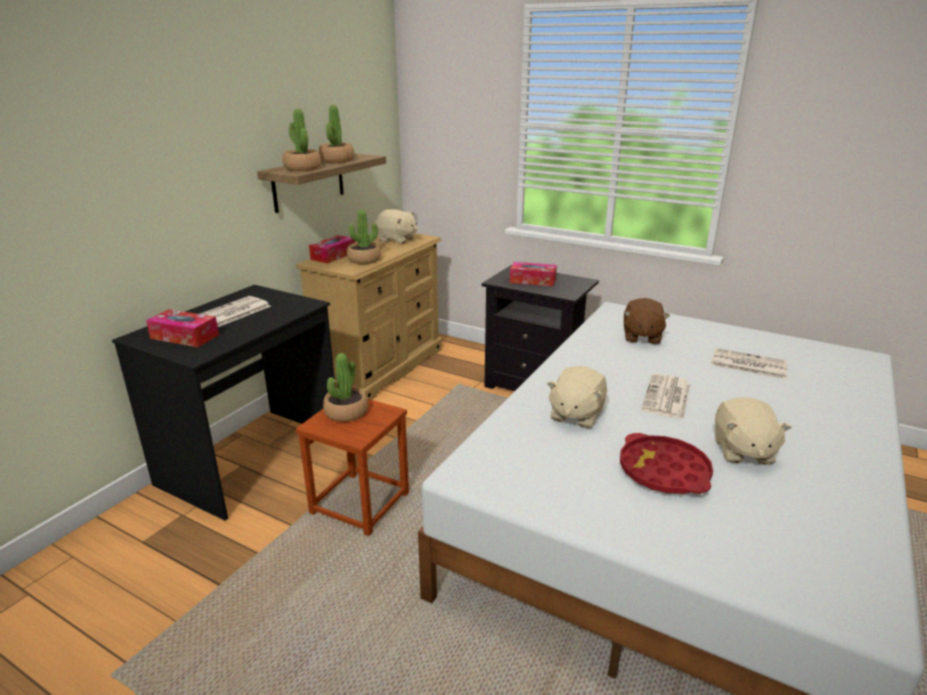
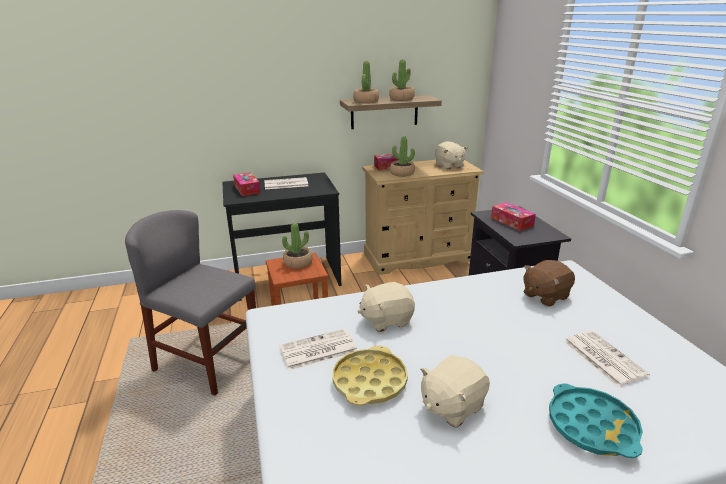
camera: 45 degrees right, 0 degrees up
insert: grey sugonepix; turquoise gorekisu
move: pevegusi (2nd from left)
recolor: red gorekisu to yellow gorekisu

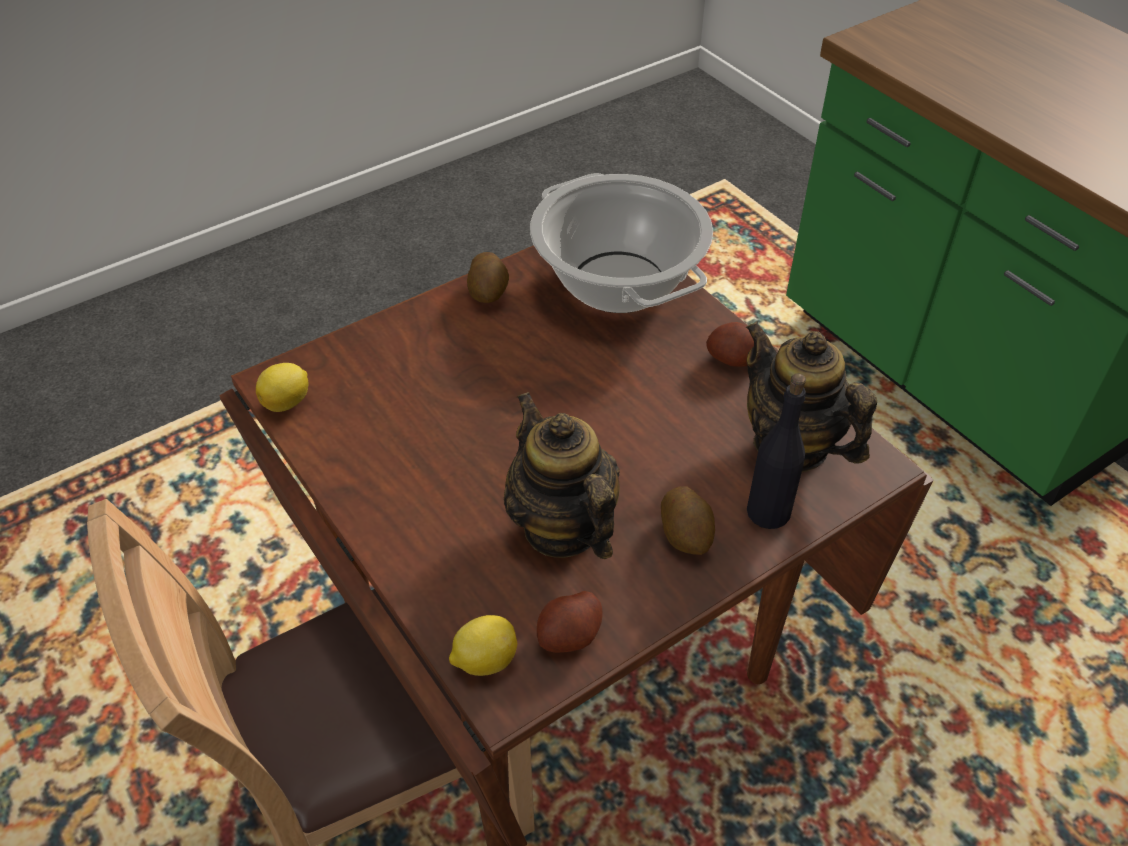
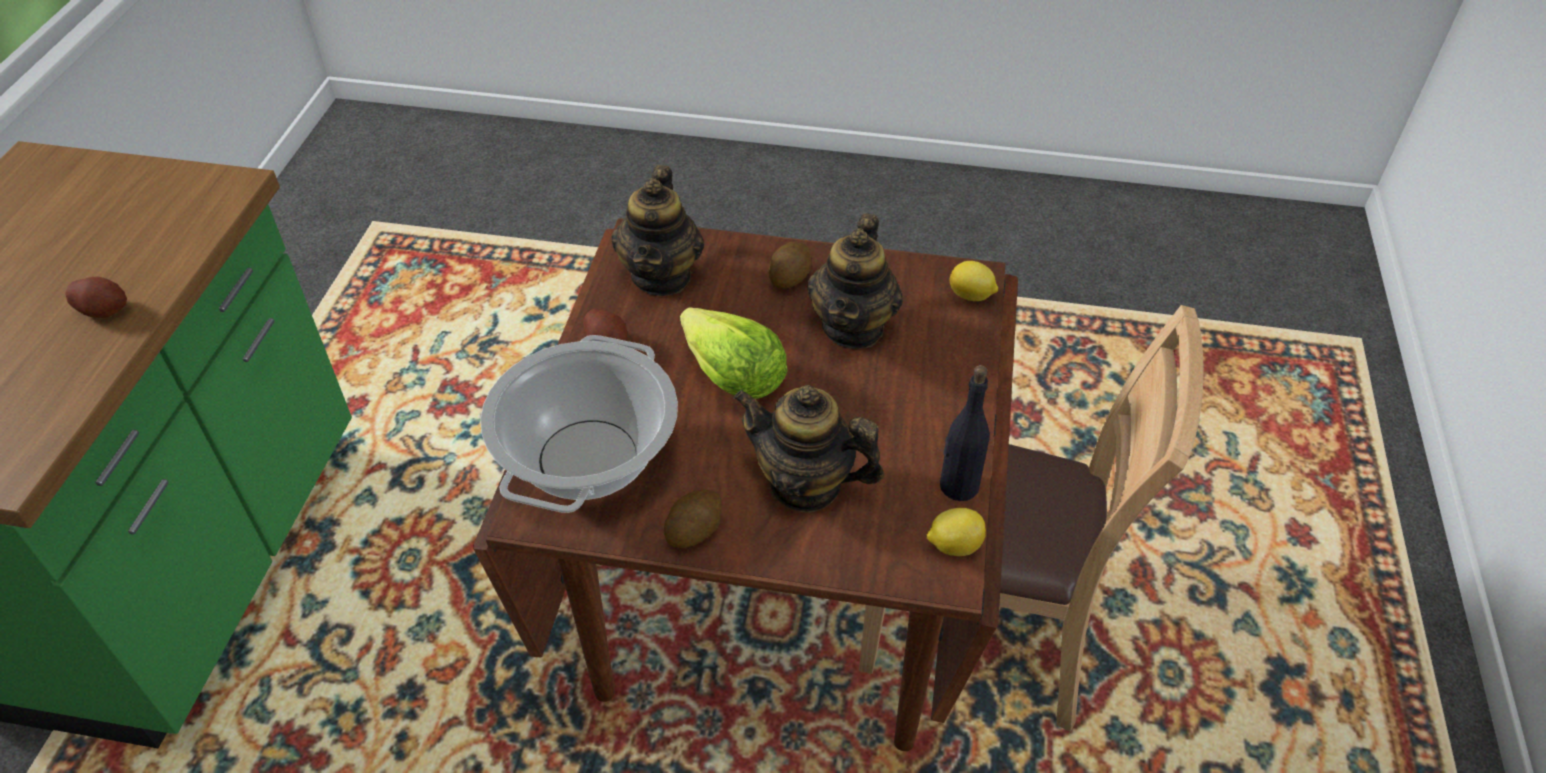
camera: 135 degrees left, 0 degrees up
insert: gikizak; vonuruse (2nd from left)
move: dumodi (2nd from left in the first image) to dumodi (1st from left); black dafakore

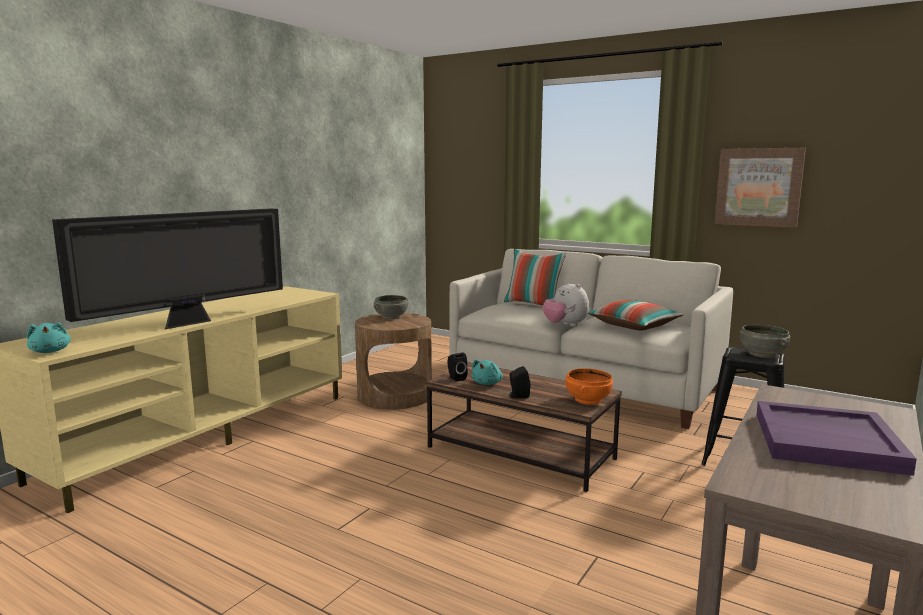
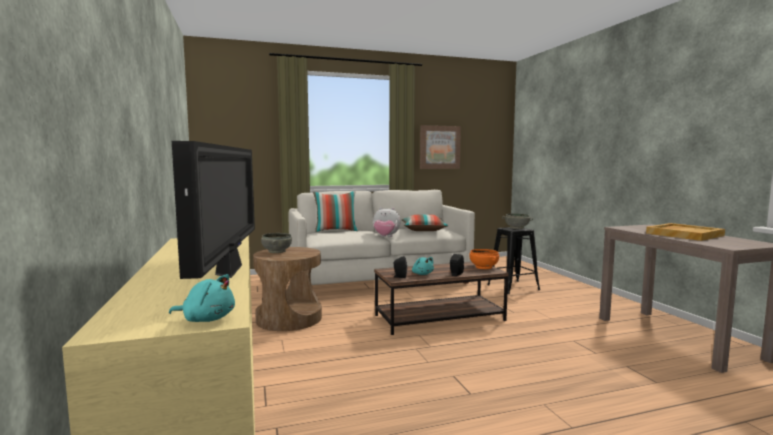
camera: 50 degrees left, 5 degrees down
recolor: purple gorekisu to beige gorekisu

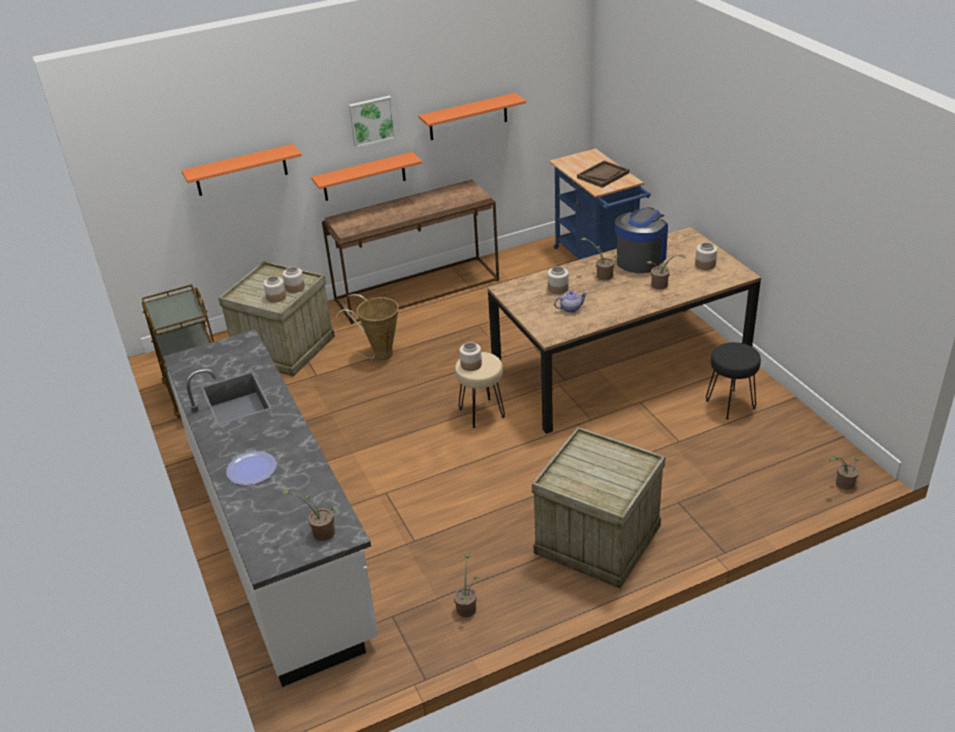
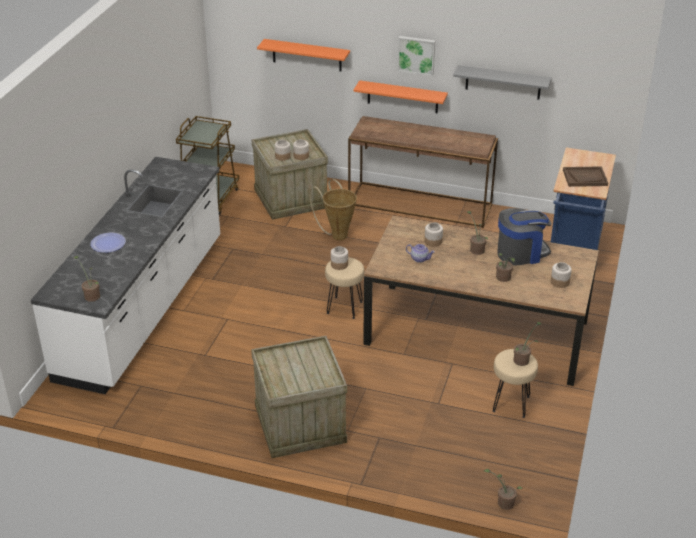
camera: 40 degrees right, 0 degrees up
move: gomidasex (2nd from left in the first image) to gomidasex (5th from left)
recolor: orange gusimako (3rd from left) to grey gusimako; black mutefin to beige mutefin (2nd from left)

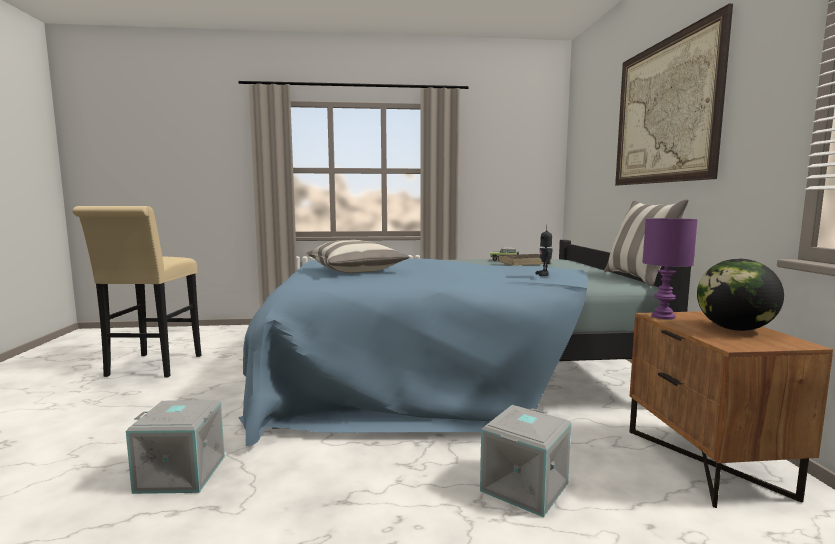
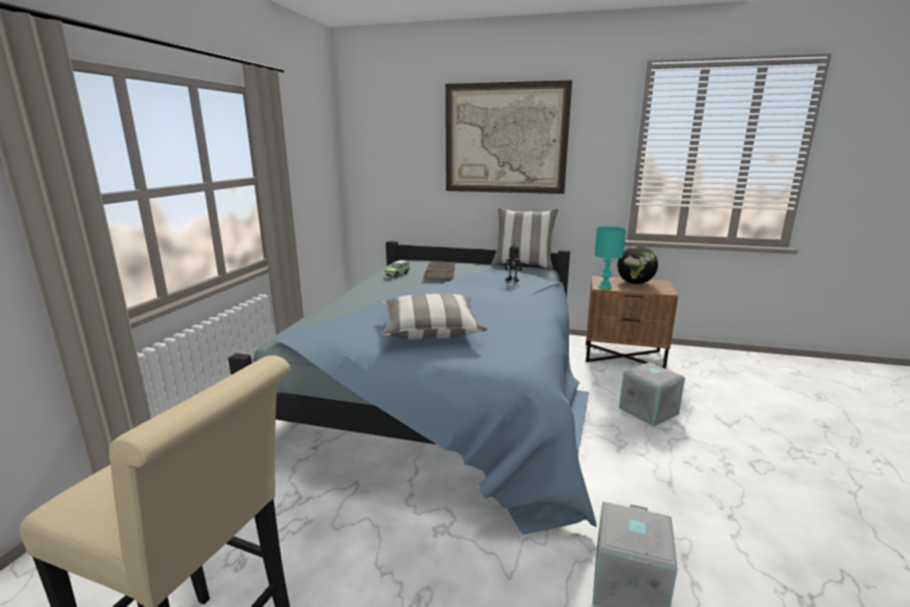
camera: 70 degrees left, 10 degrees up
recolor: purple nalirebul to turquoise nalirebul

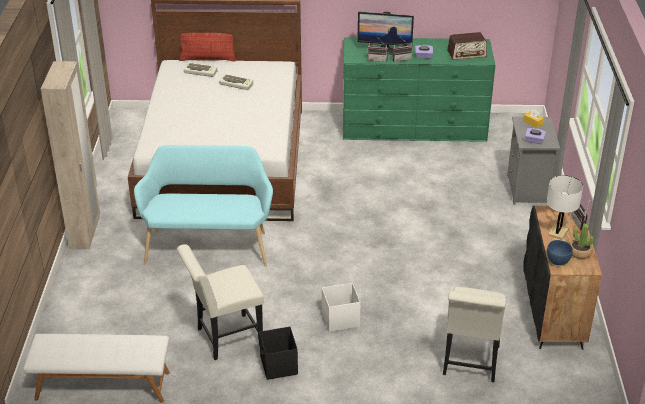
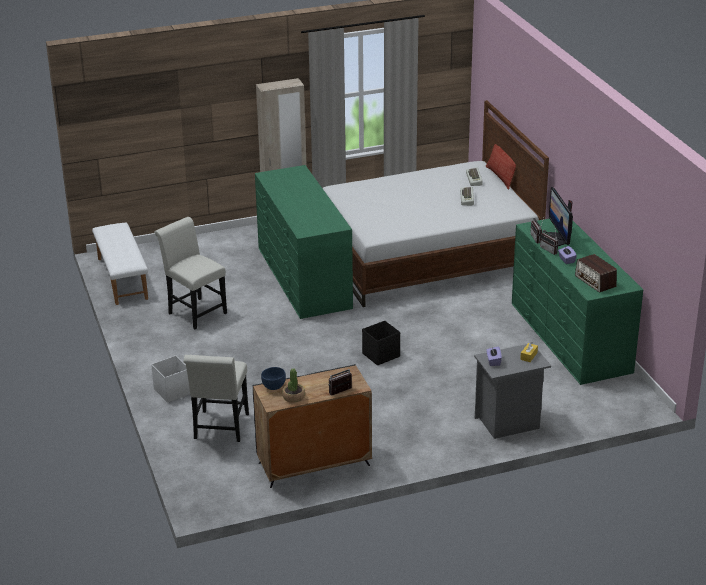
camera: 70 degrees right, 5 degrees down
delete: white nalirebul
move: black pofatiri; white pofatiri
replace: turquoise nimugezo to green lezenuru (1st from left)
rotate: white sugonepix (2nd from left) 75 degrees counterclockwise

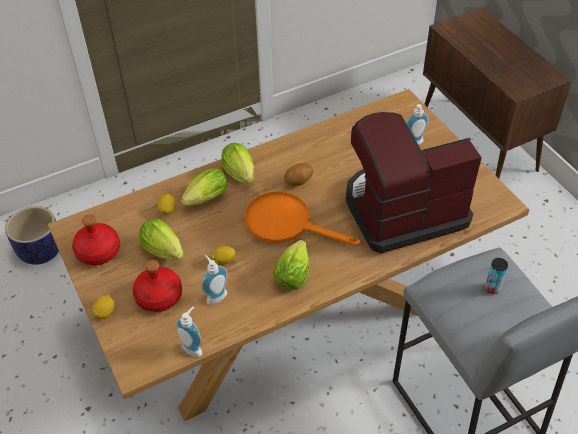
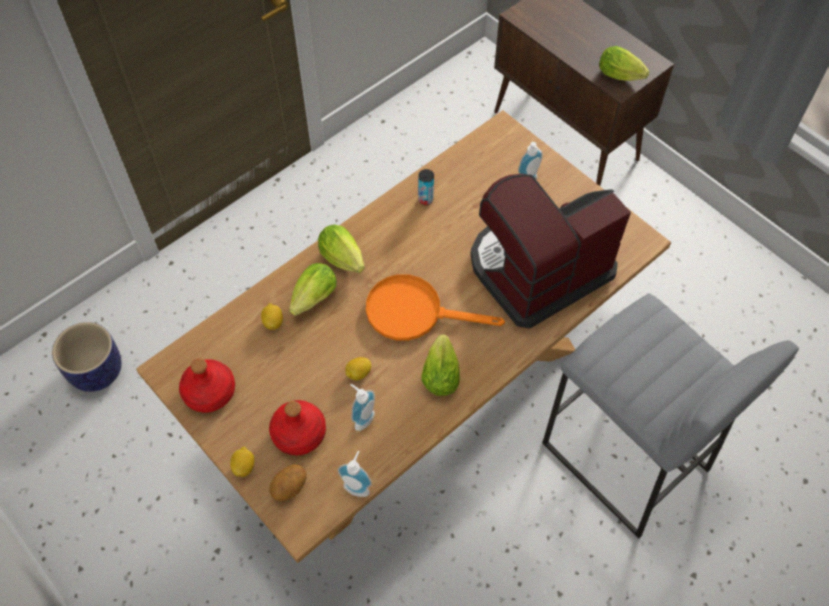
camera: 15 degrees left, 10 degrees up
move: gikizak (1st from left in the first image) to gikizak (4th from left); dumodi; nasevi

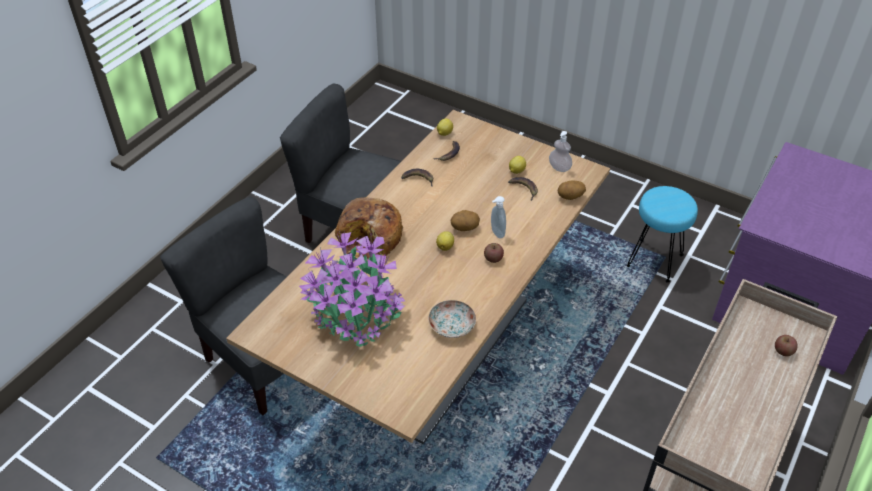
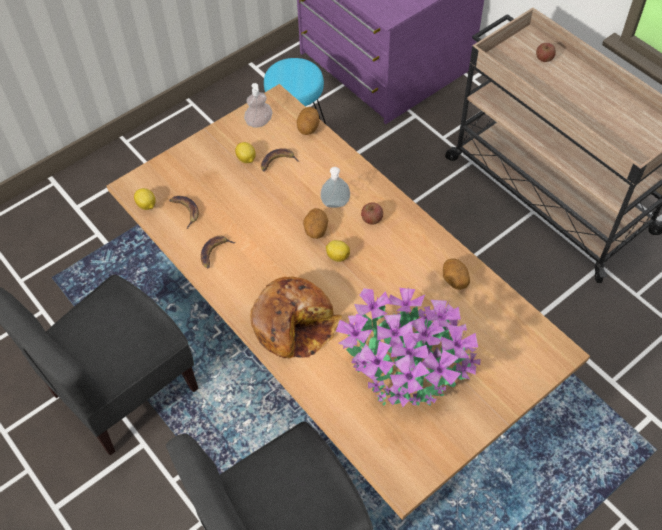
camera: 70 degrees left, 10 degrees up
replace: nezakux to dumodi (3rd from left)

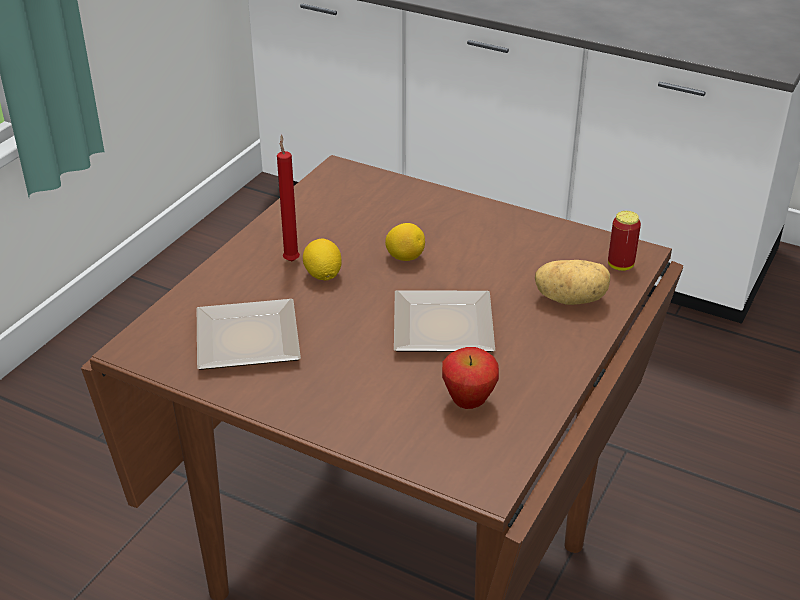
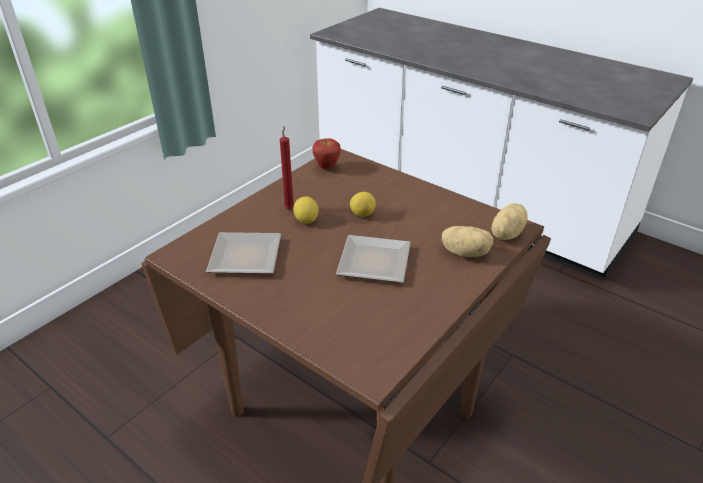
camera: 10 degrees right, 0 degrees up
move: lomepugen
replace: nasevi to dumodi (2nd from left)

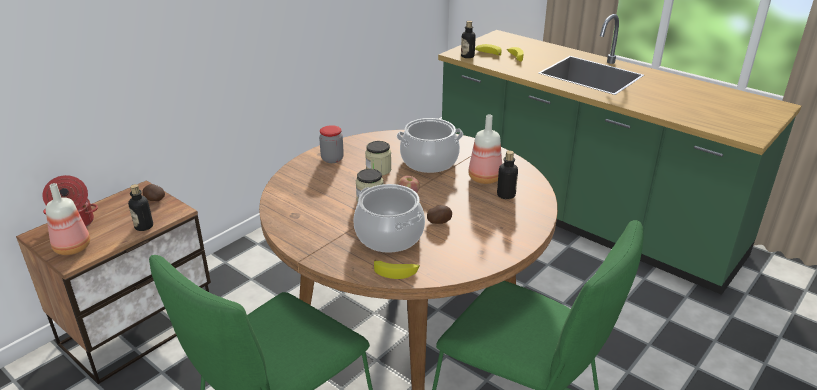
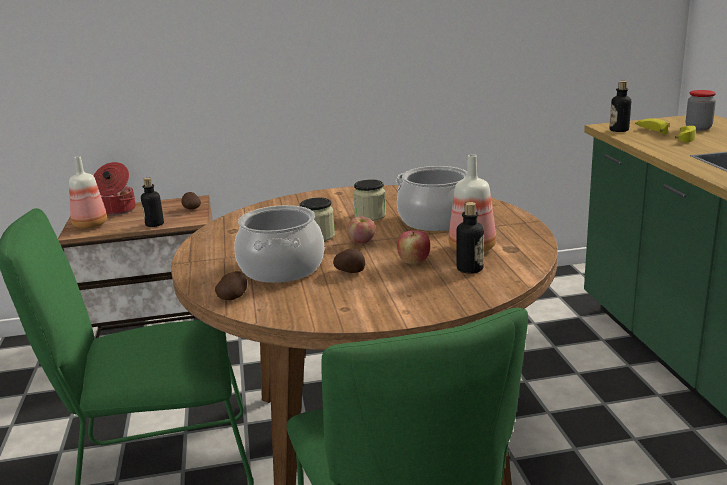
camera: 40 degrees right, 10 degrees down
insert: lomepugen (2nd from left)
move: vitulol (1st from left in the first image) to vitulol (3rd from left)
replace: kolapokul (1st from left) to dumodi (2nd from left)

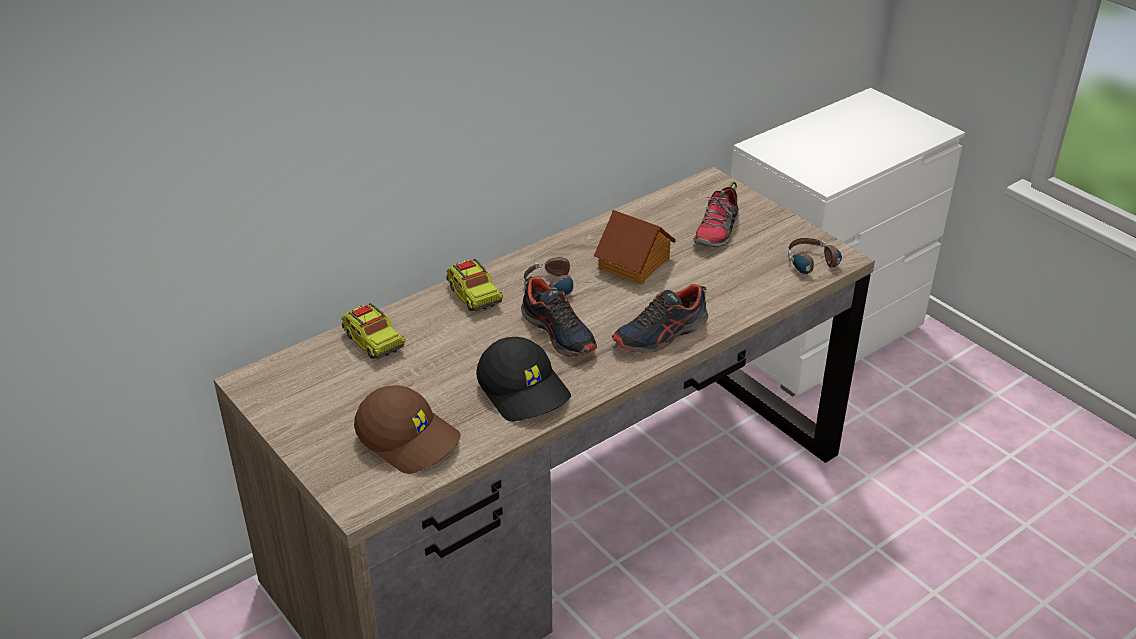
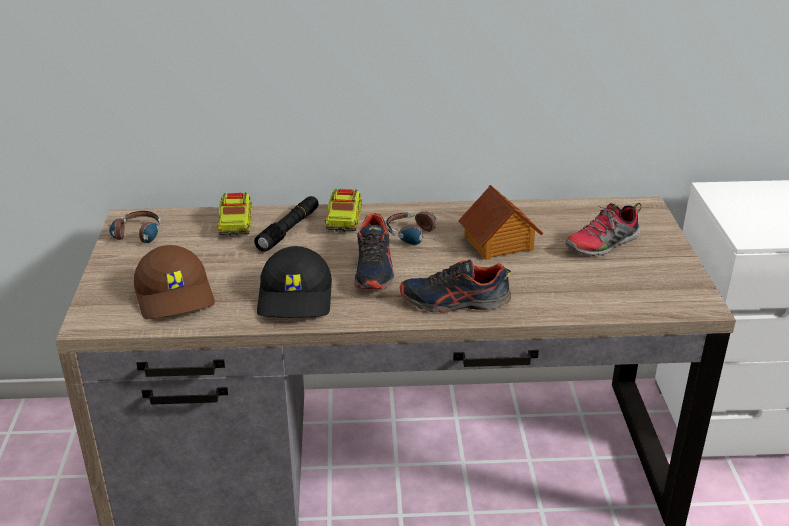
camera: 35 degrees right, 5 degrees down
insert: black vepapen
move: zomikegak (2nd from left in the first image) to zomikegak (1st from left)

